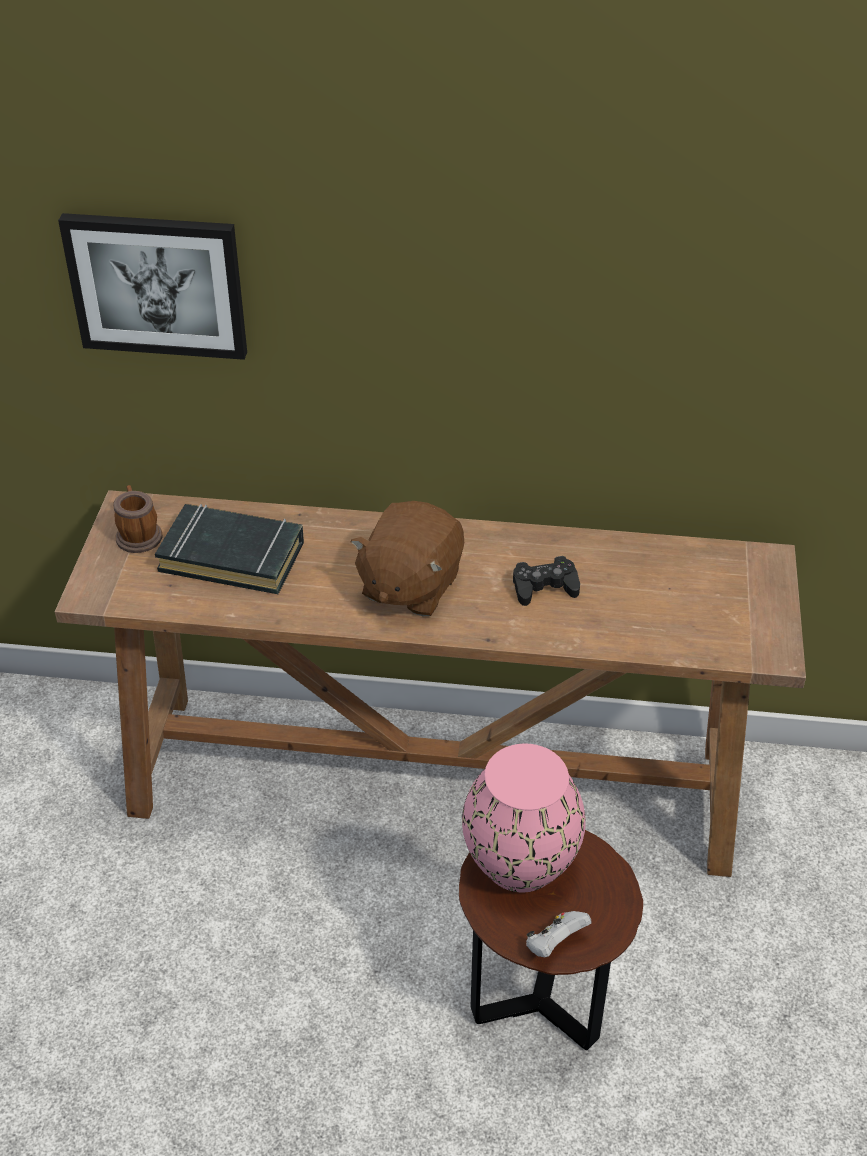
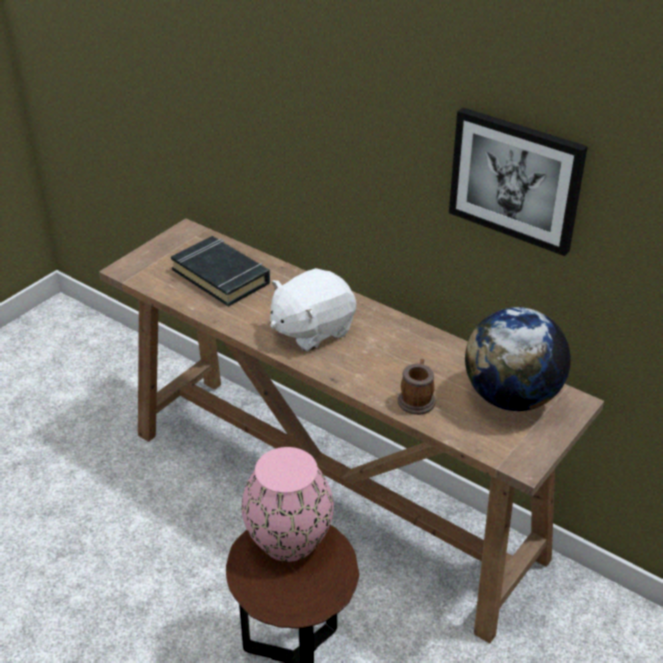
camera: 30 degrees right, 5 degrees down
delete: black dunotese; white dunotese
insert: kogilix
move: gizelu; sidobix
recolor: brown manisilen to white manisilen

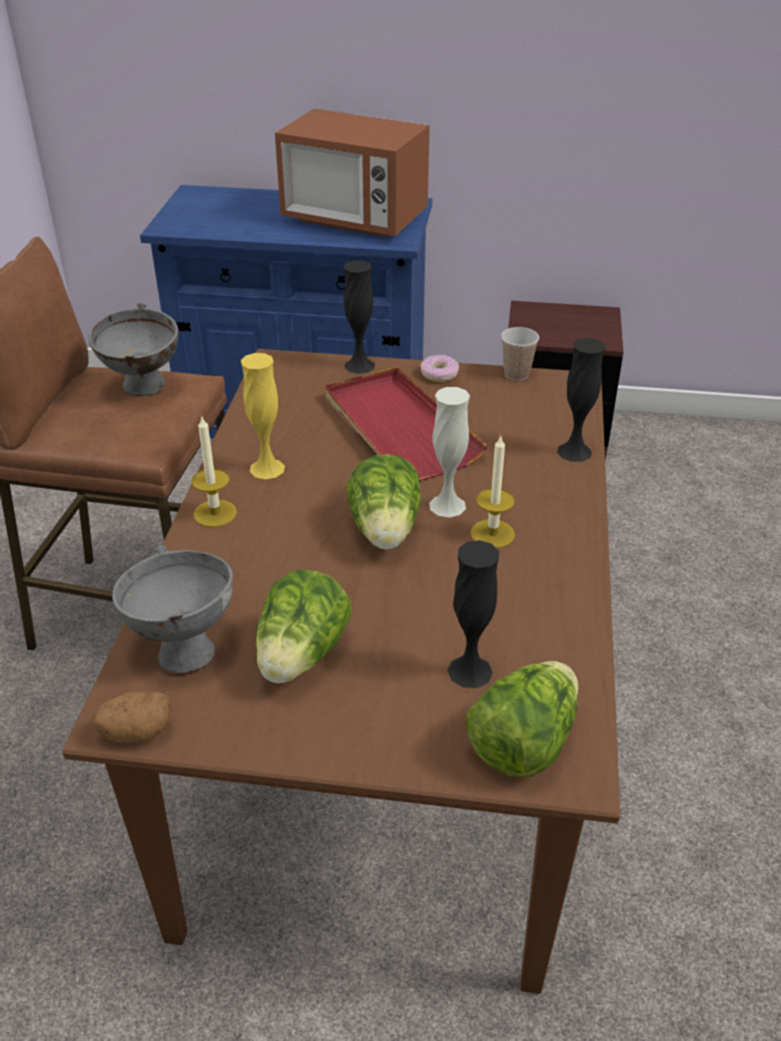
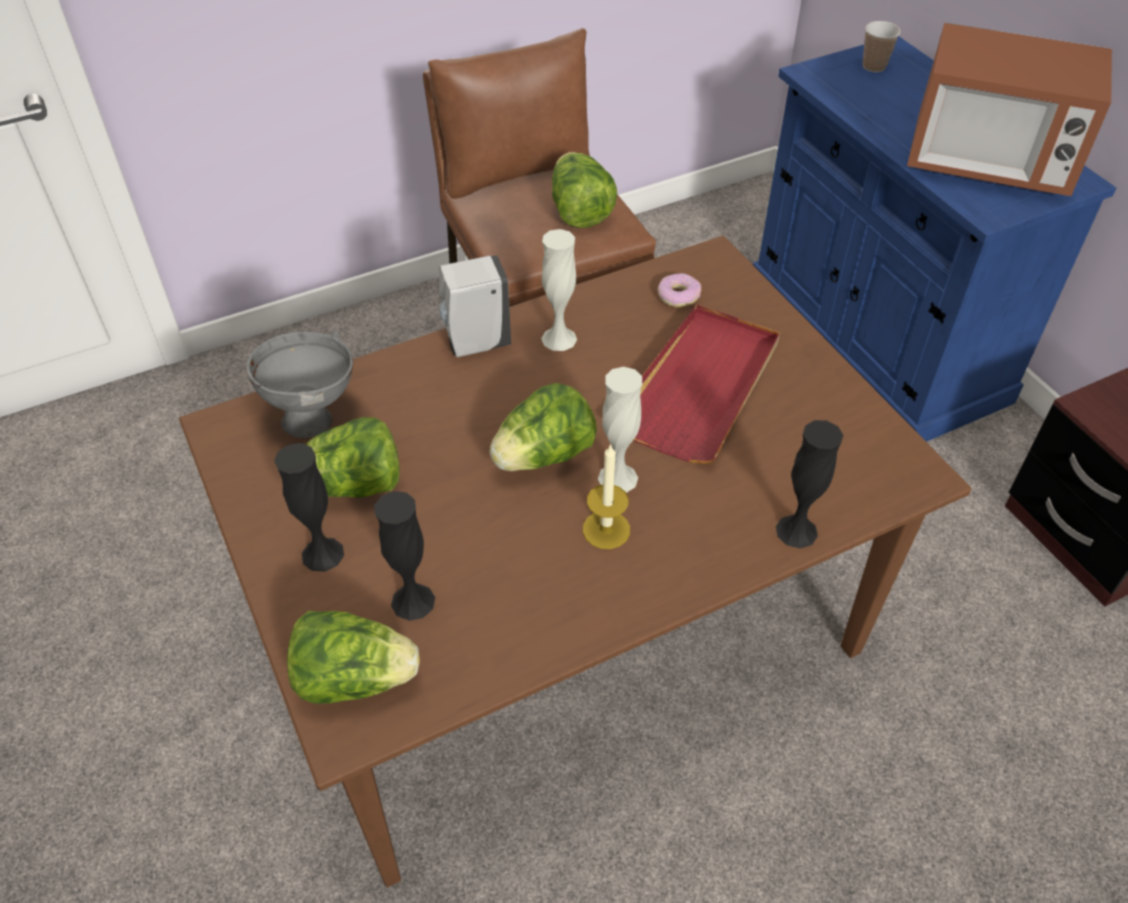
camera: 55 degrees right, 10 degrees up
delete: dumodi
move: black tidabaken (1st from left); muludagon; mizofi
replace: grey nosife (1st from left) to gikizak (4th from left); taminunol (1st from left) to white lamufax
recolor: yellow tidabaken to white tidabaken (1st from left)
rotate: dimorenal 60 degrees counterclockwise

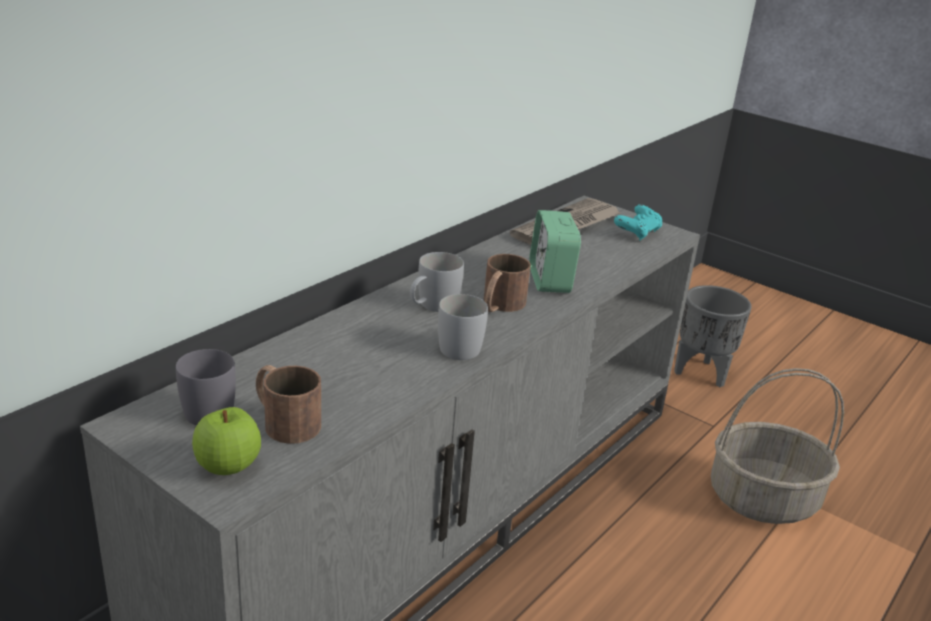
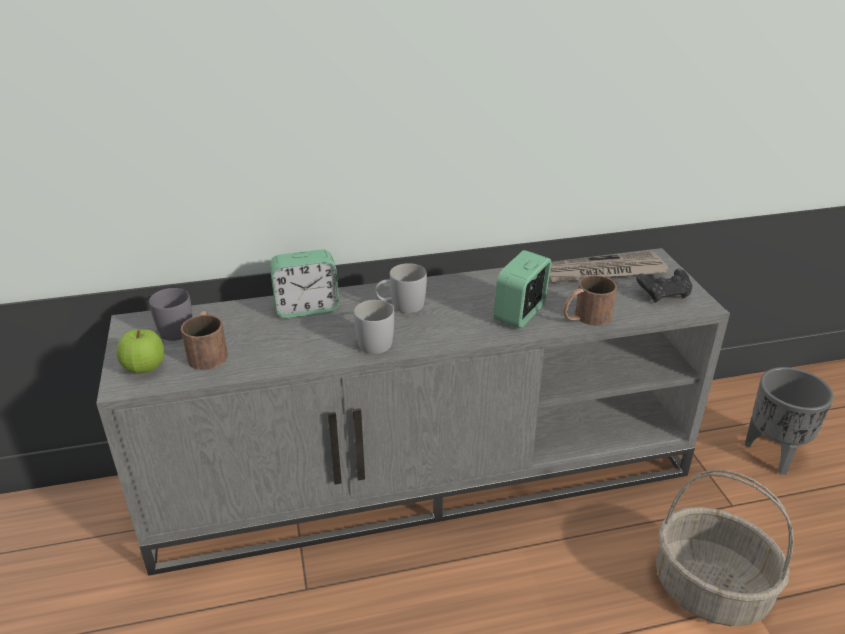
camera: 40 degrees right, 5 degrees up
insert: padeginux (1st from left)
move: brown sidobix (2nd from left)
recolor: turquoise dunotese to black dunotese

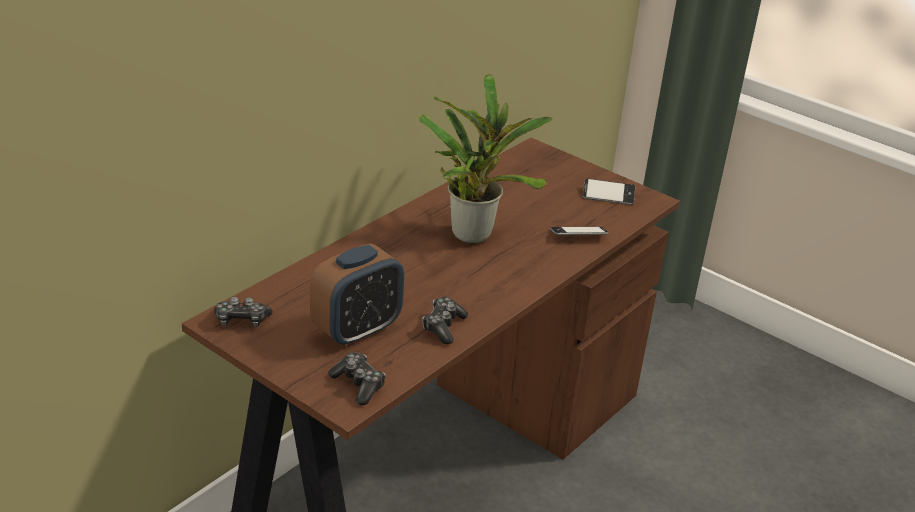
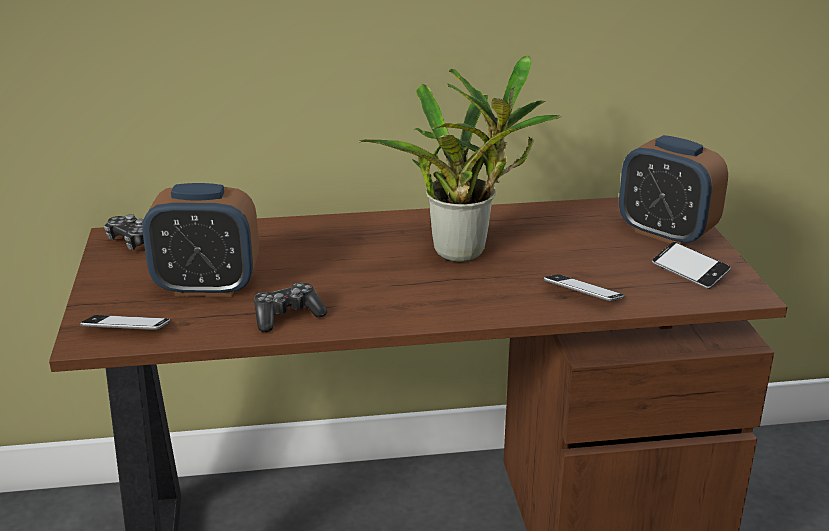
camera: 45 degrees right, 5 degrees down
insert: padeginux (2nd from left)
replace: dunotese (2nd from left) to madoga (1st from left)

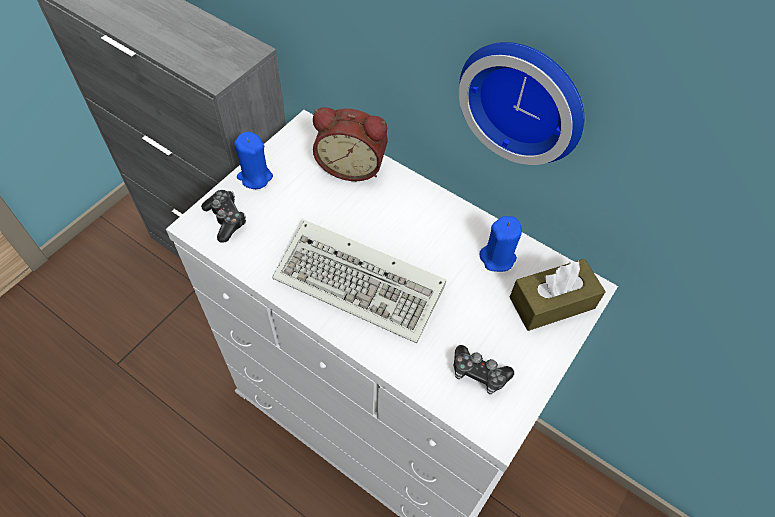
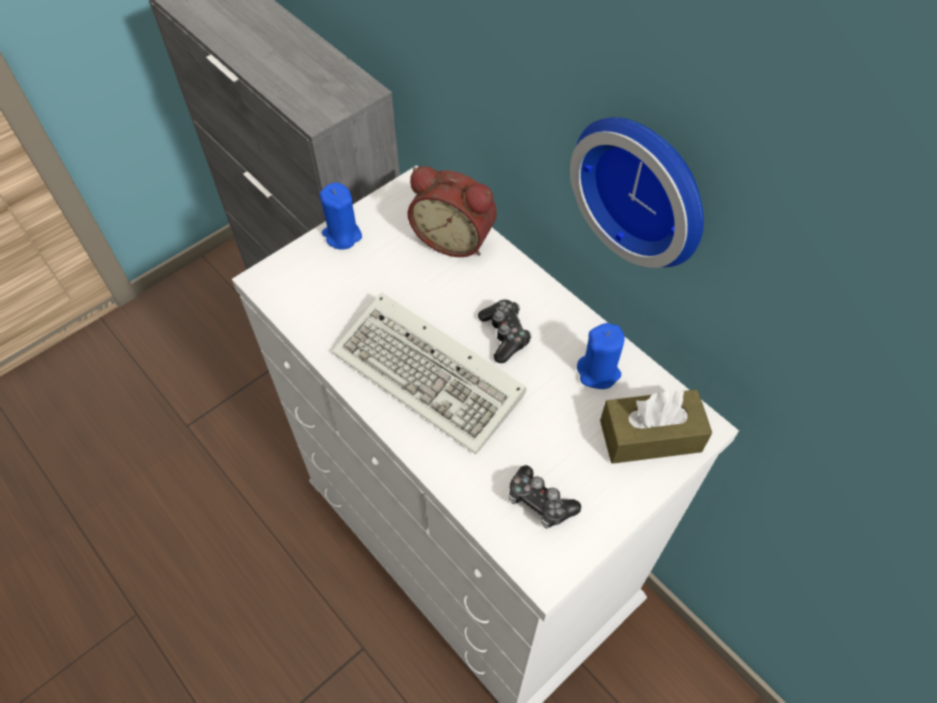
camera: 15 degrees right, 0 degrees up
move: dunotese (1st from left)

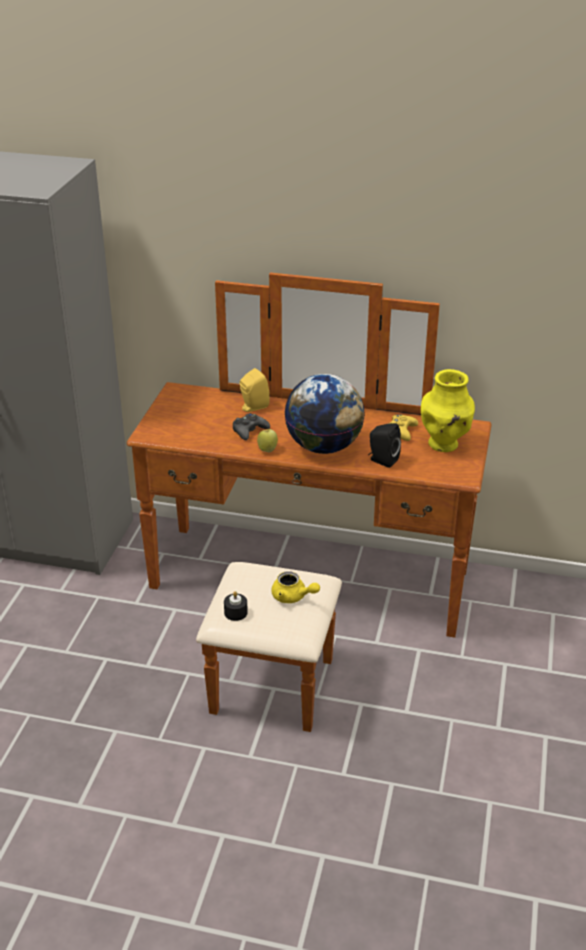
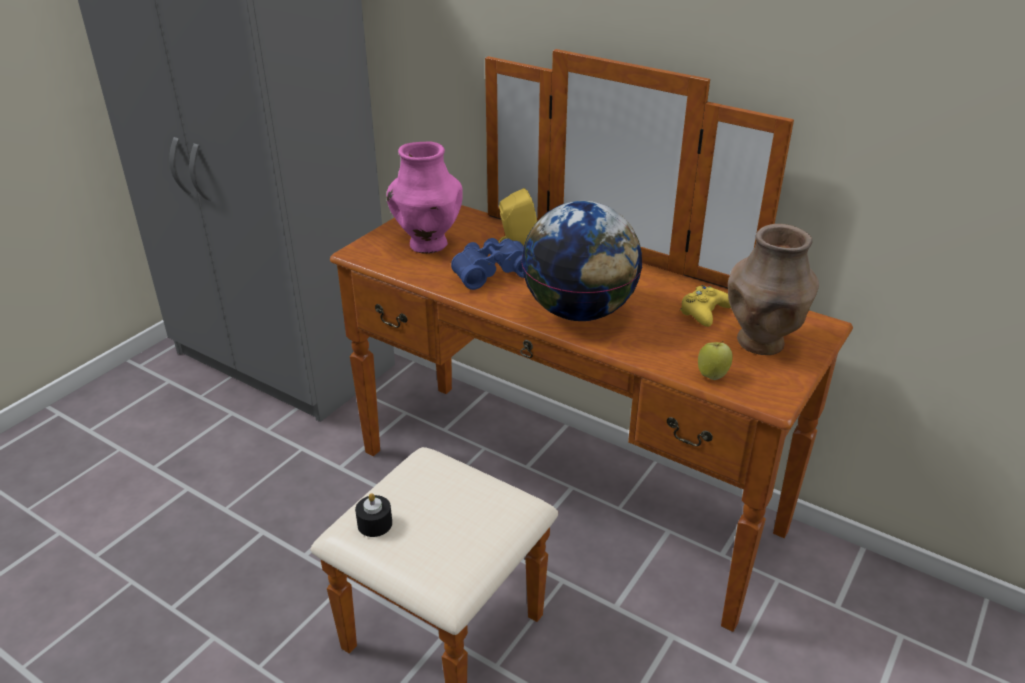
camera: 20 degrees right, 0 degrees up
delete: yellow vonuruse; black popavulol
insert: pink tidabaken
move: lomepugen
replace: black dunotese to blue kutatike
recolor: yellow tidabaken to brown tidabaken

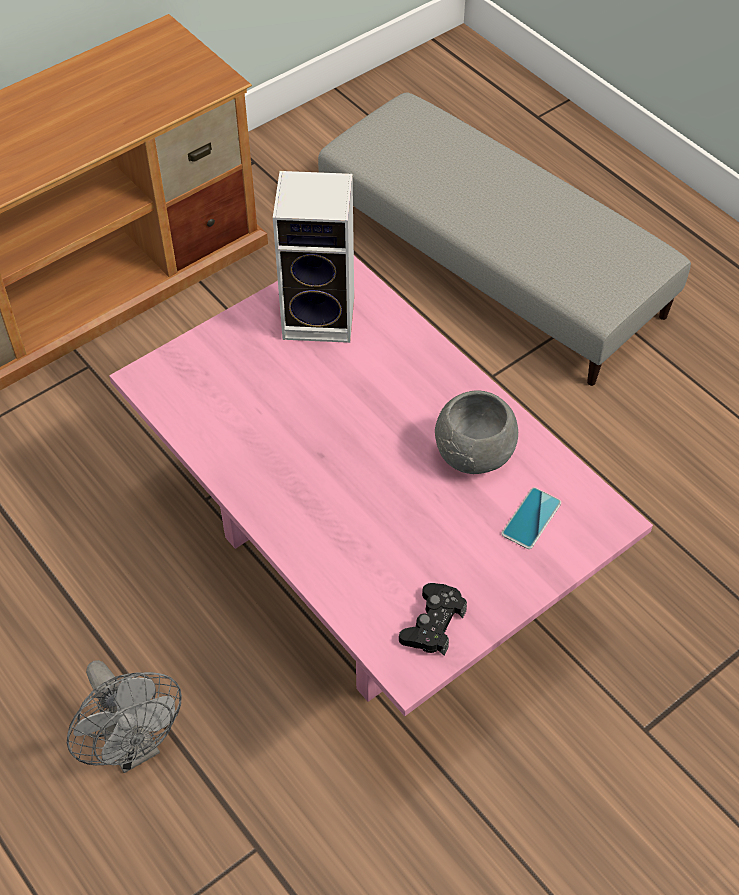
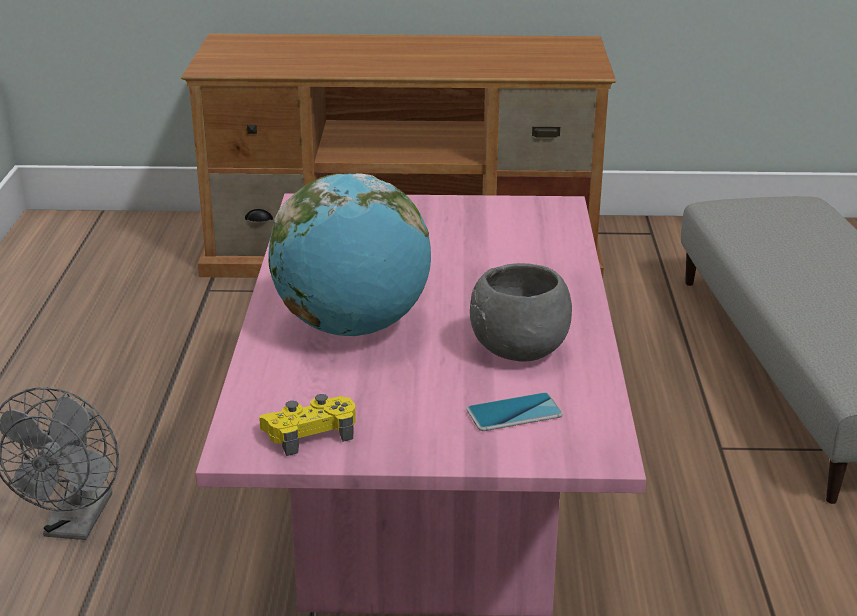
camera: 40 degrees right, 25 degrees down
delete: popavulol
insert: kogilix
recolor: black dunotese to yellow dunotese

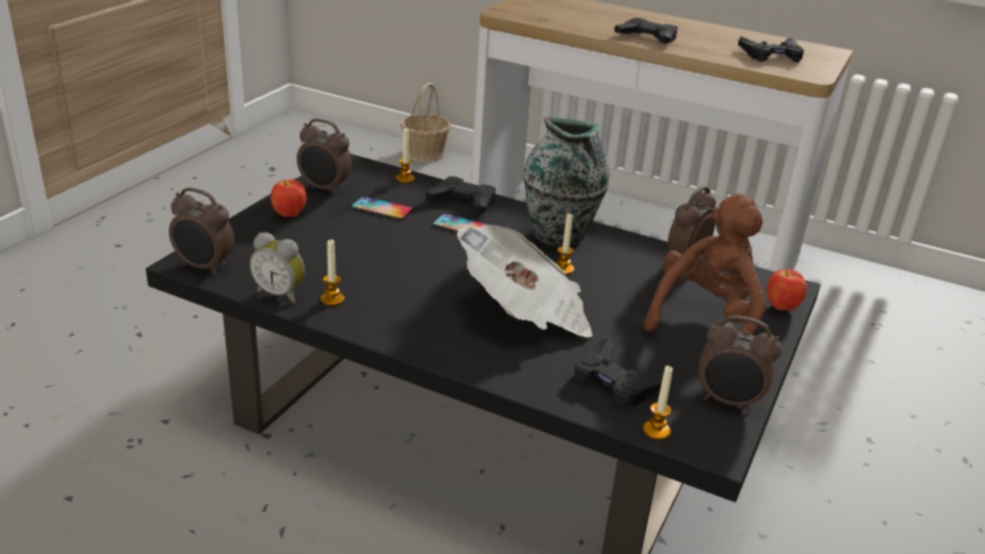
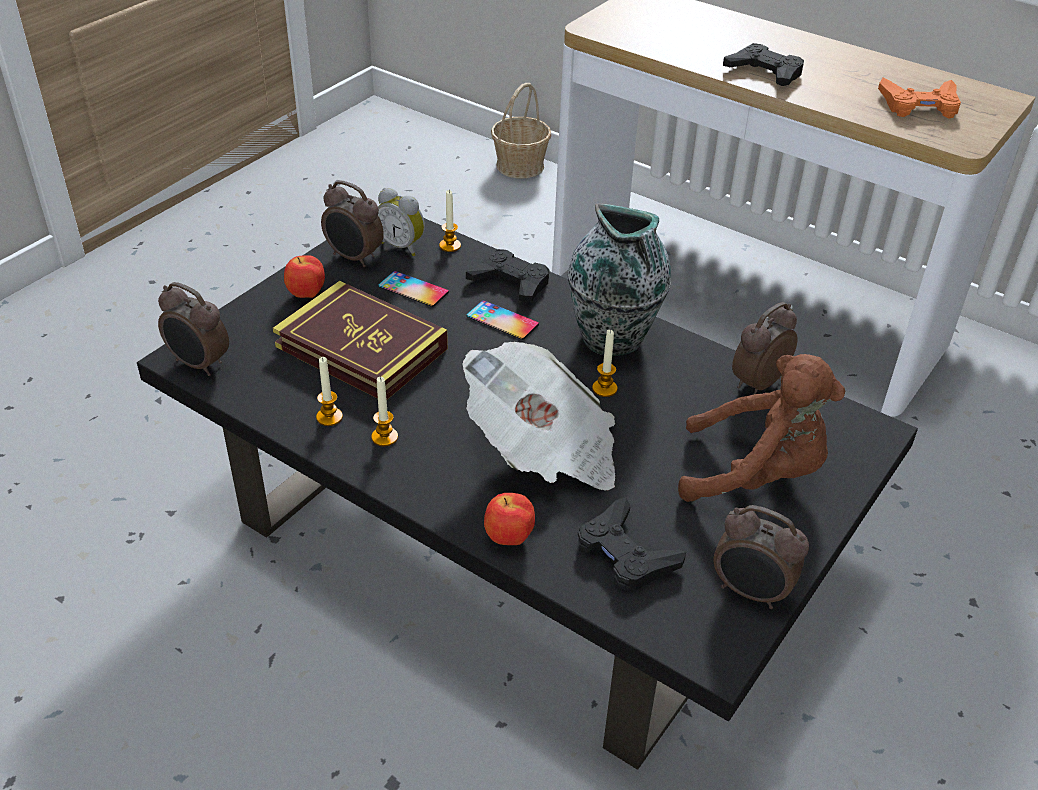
camera: 10 degrees right, 10 degrees up
insert: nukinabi
move: padeginux (2nd from left in the first image) to padeginux (3rd from left); taminunol (4th from left in the first image) to taminunol (2nd from left); lomepugen (2nd from left)
recolor: black dunotese (4th from left) to orange dunotese
rotate: brown manisilen 60 degrees clockwise

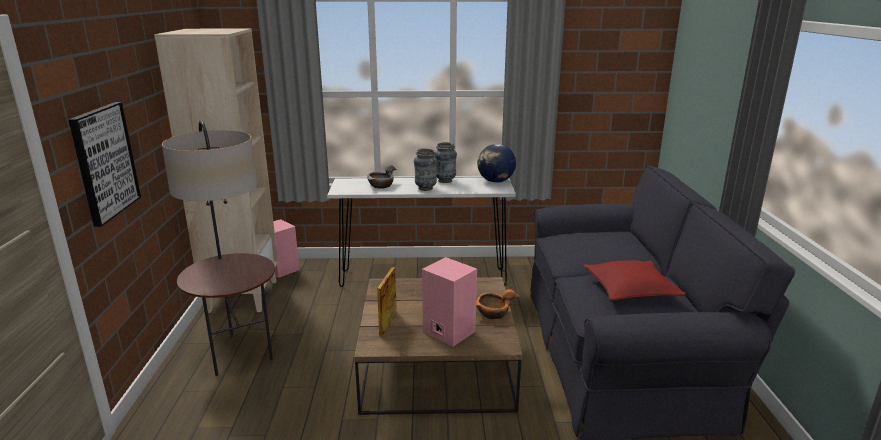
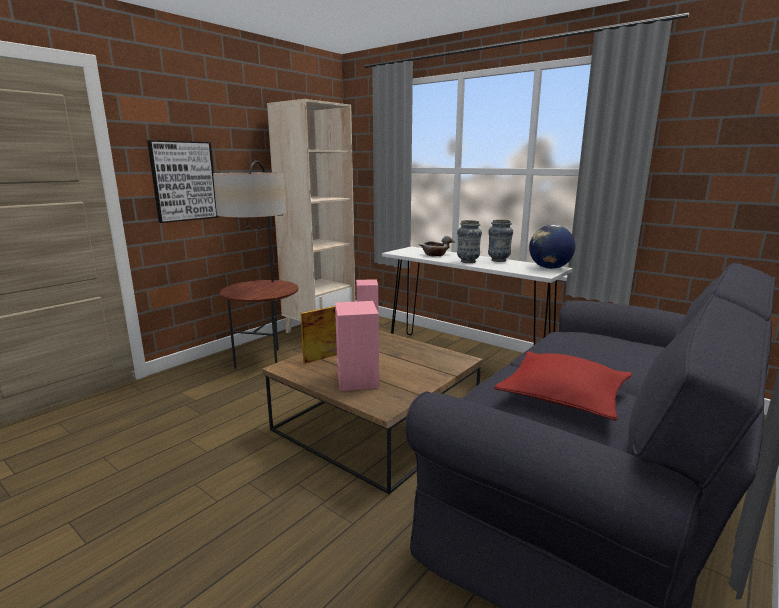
camera: 40 degrees right, 5 degrees down
delete: orange nosife

